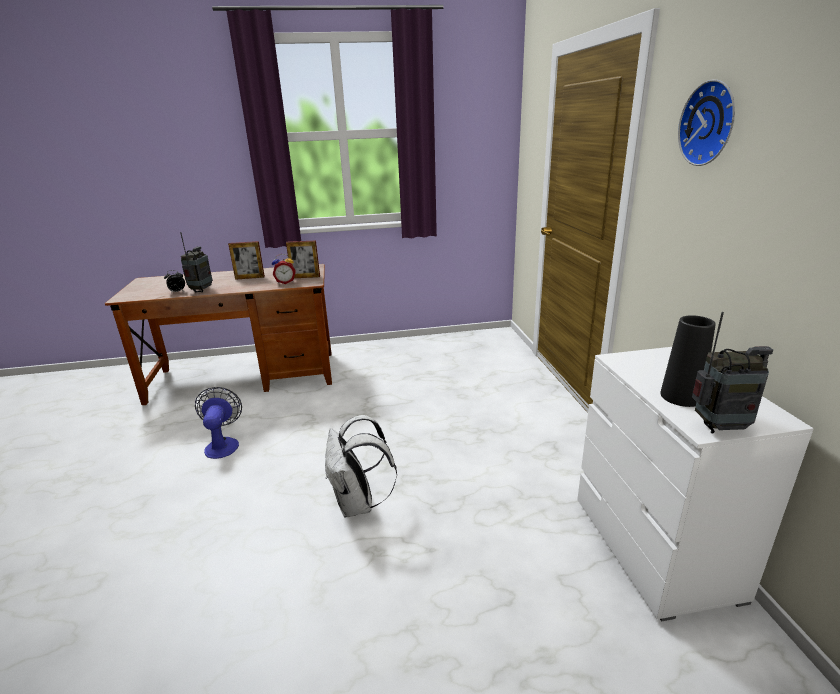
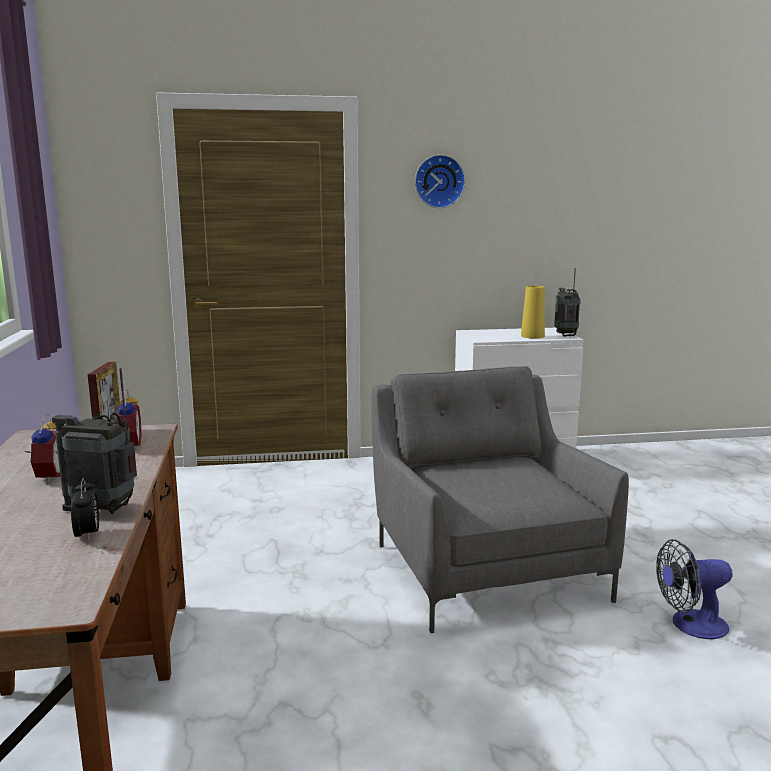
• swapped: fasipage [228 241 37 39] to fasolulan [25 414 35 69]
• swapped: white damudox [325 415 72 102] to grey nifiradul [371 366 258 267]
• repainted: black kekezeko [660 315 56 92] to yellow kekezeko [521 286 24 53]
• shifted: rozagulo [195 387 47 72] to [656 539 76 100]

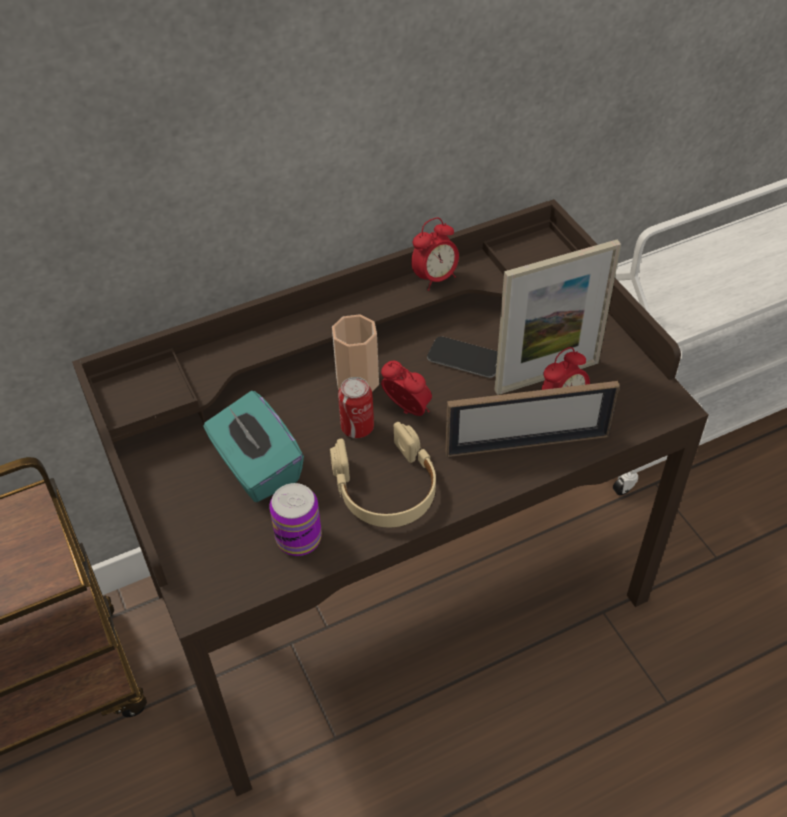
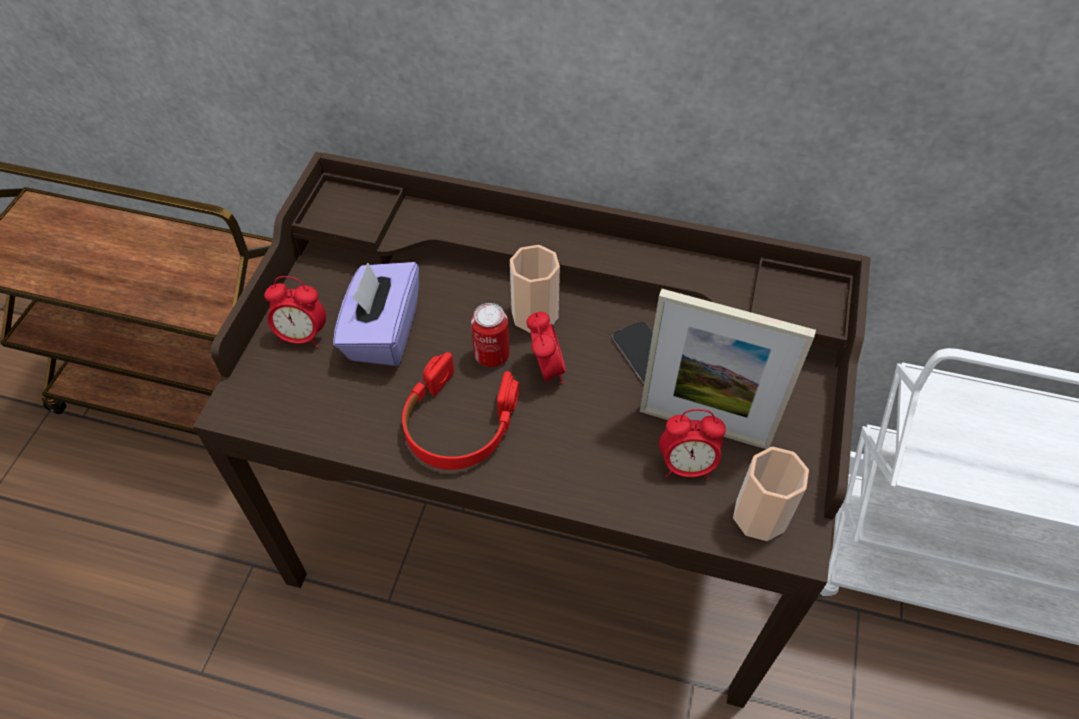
• shifted: fasolulan [411 218 48 73] to [264 276 62 72]
• repainted: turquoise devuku [203 391 101 111] to purple devuku [333 262 86 104]
• repainted: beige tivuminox [330 422 106 105] to red tivuminox [402 352 117 118]
• new: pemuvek [733 447 76 94]
• gone: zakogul [269 483 53 73]
• gone: fasipage [446 381 174 76]

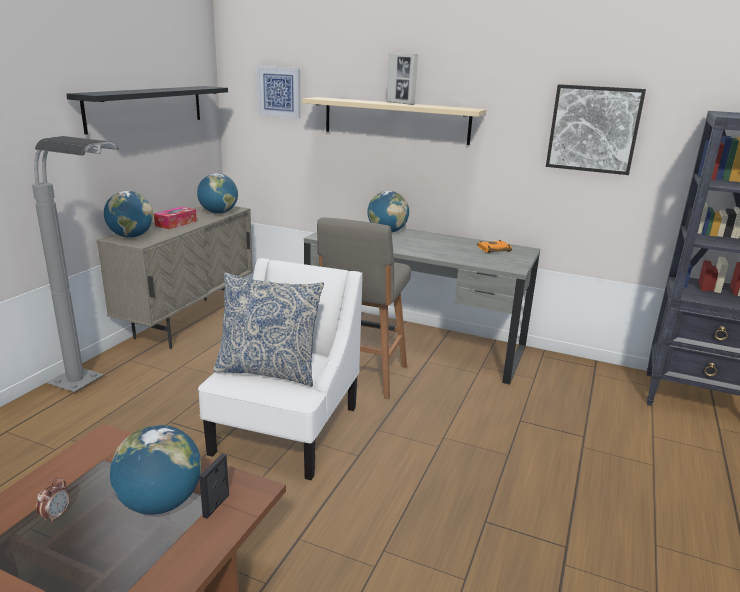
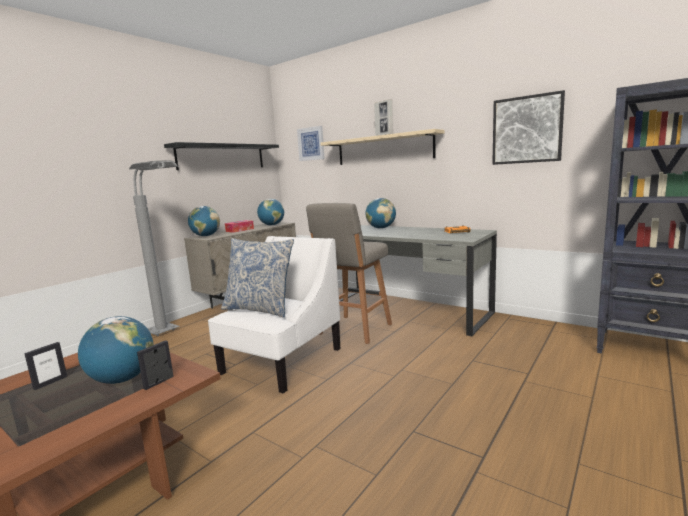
• swapped: fasolulan [36 477 34 47] to fasipage [24 342 43 48]

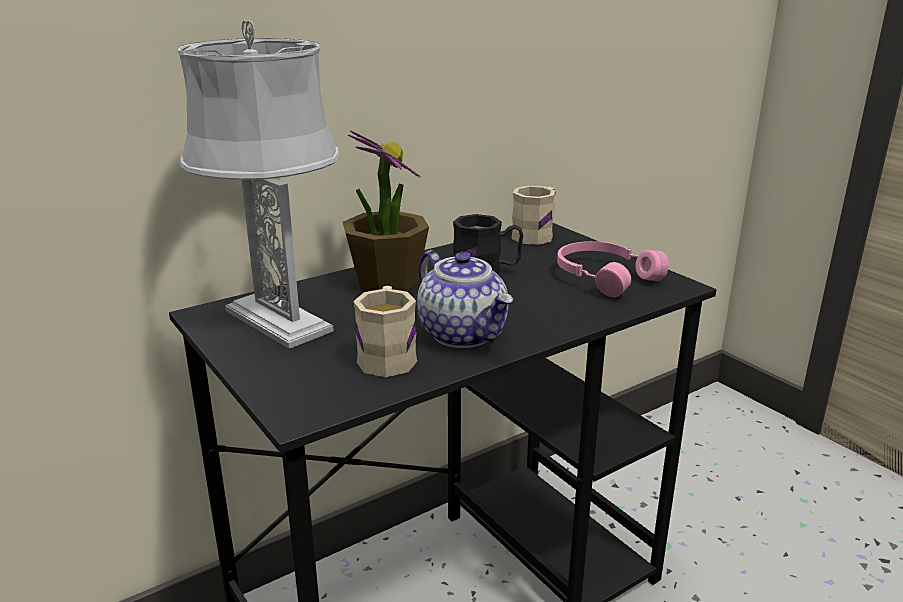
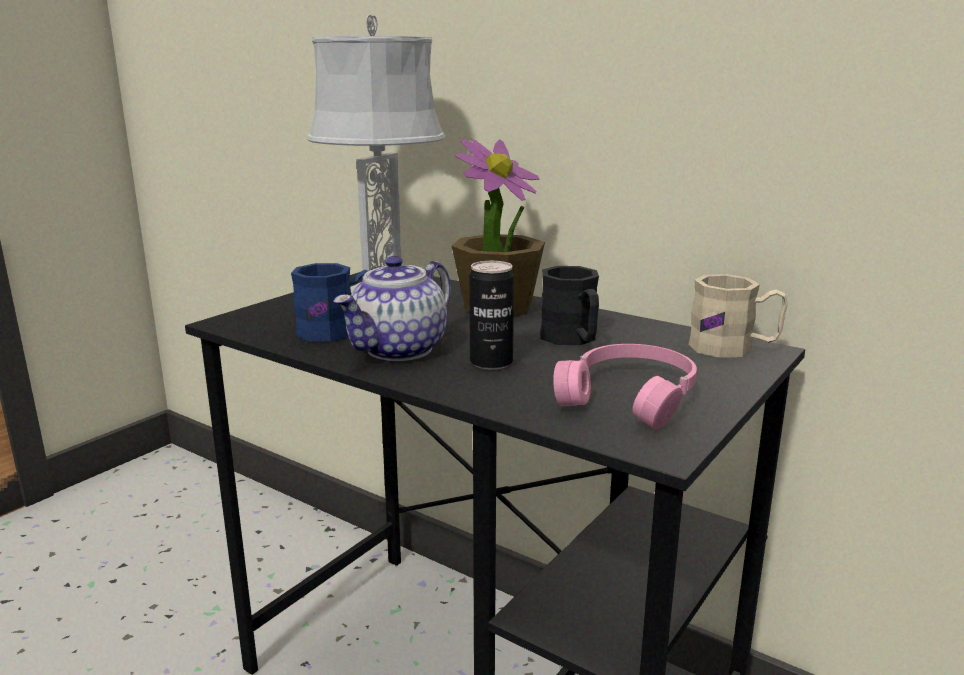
• repainted: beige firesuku [353 286 64 91] to blue firesuku [291 263 77 79]
• new: zakogul [469 261 45 109]

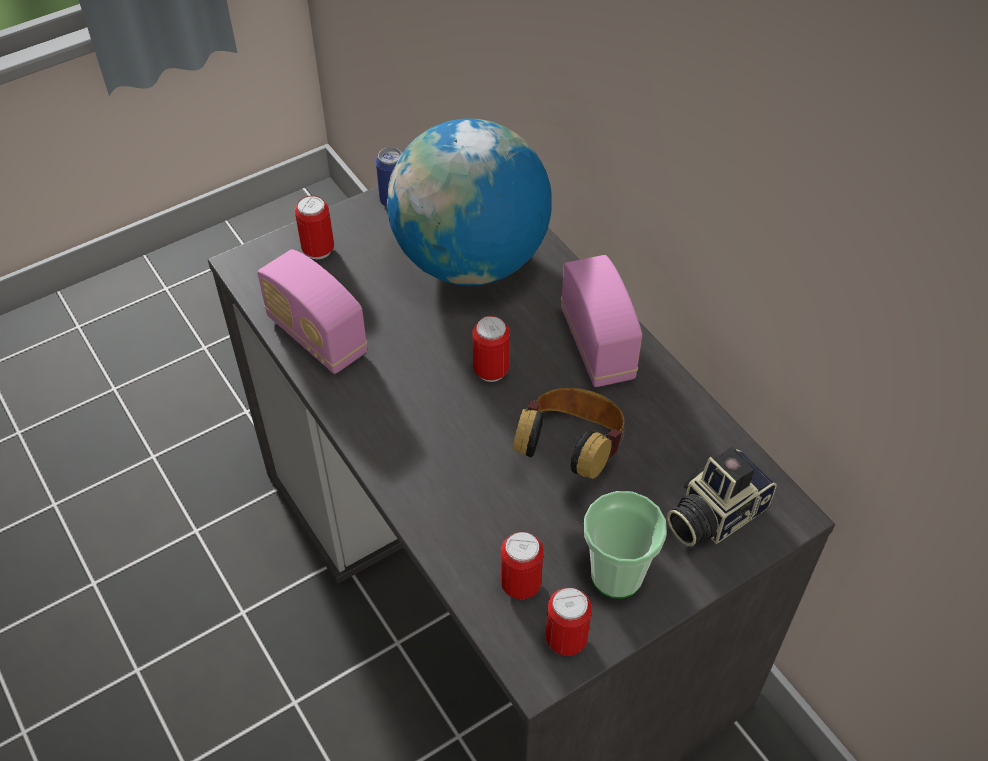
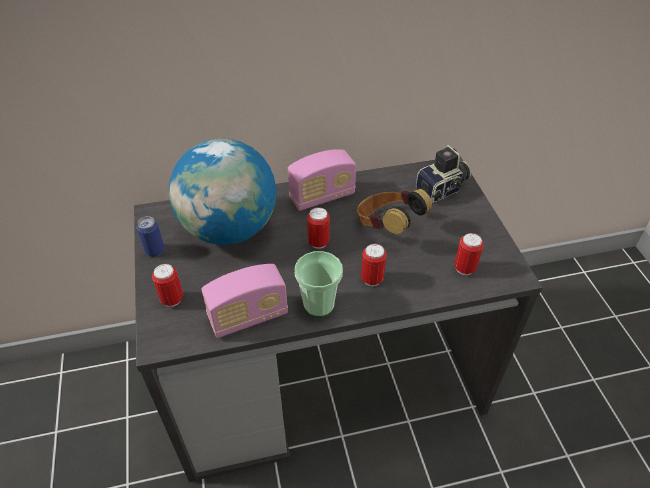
• rotated: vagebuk [561 255 81 132] = [288 149 68 62] 150 degrees clockwise
• shifted: pemuvek [584 491 83 108] to [295 251 48 66]
• shifted: zakogul [545 587 47 69] to [361 244 26 42]
• rotated: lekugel [667 447 110 99] = [416 145 55 58] 105 degrees counterclockwise

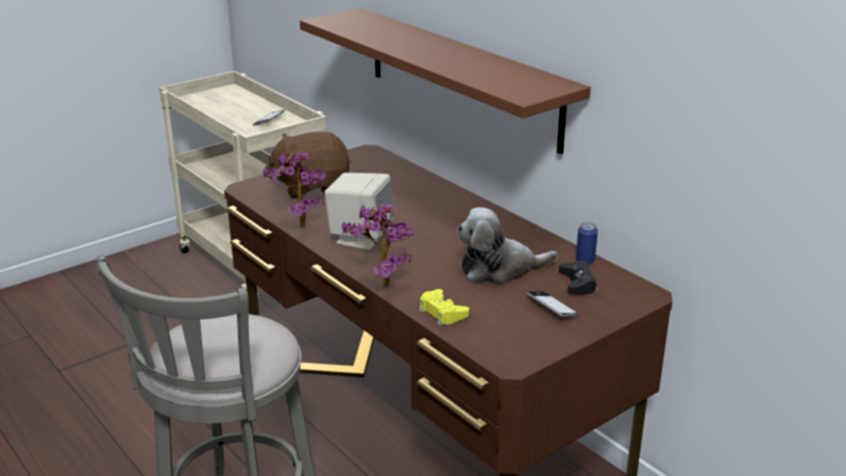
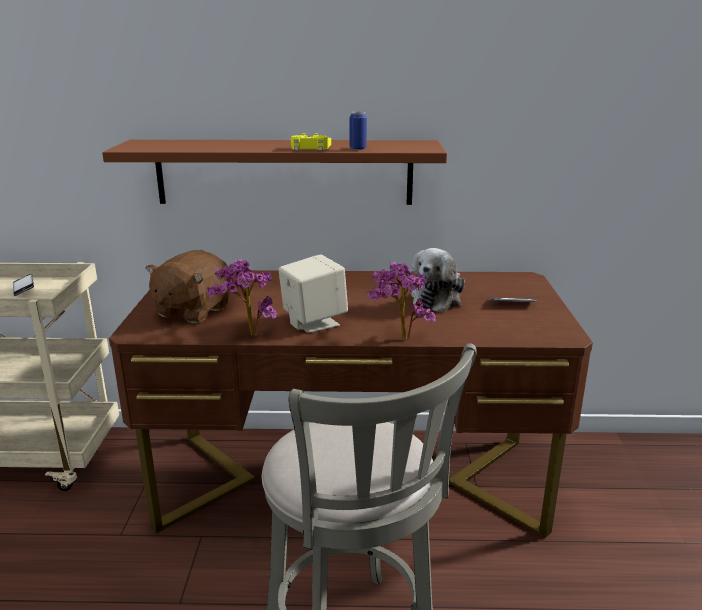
• shifted: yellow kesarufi [419 289 50 36] to [291 133 40 18]
• shifted: zakogul [576 222 22 42] to [350 111 17 39]
• gone: black kesarufi [559 261 38 33]

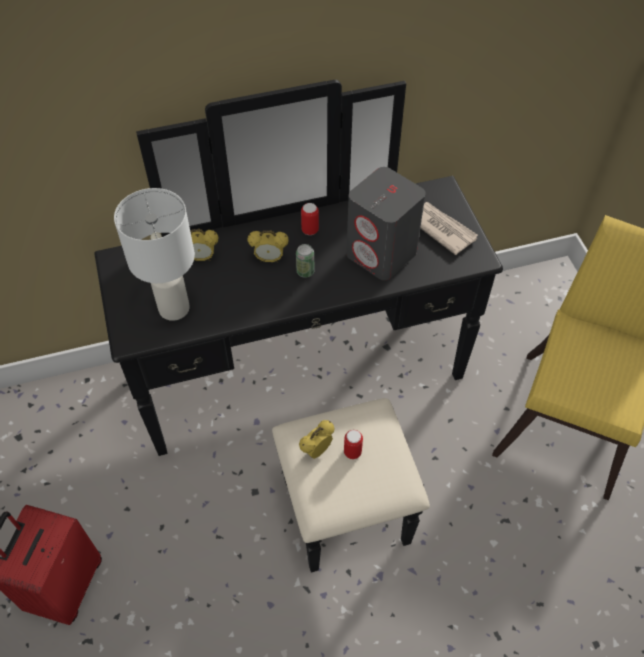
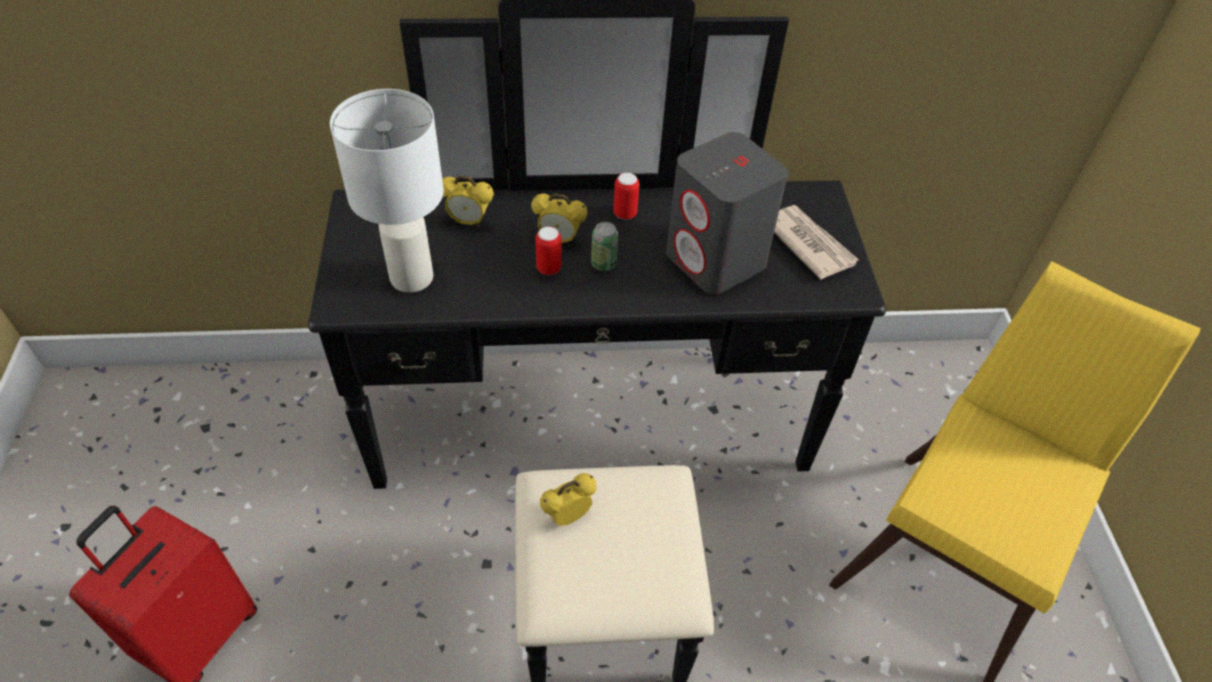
• shifted: zakogul [344 430 19 29] to [535 226 27 49]

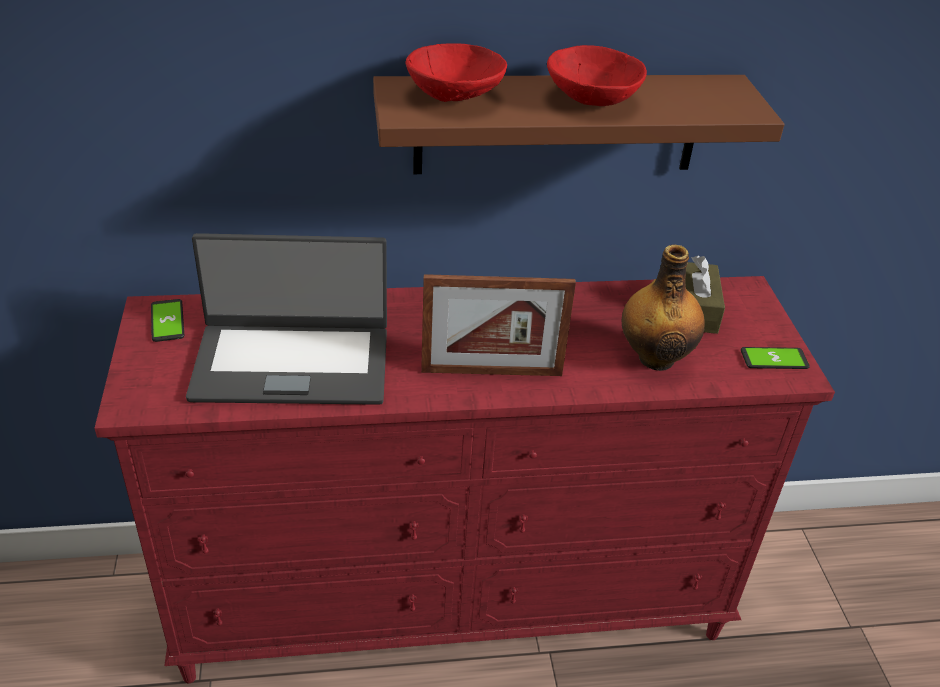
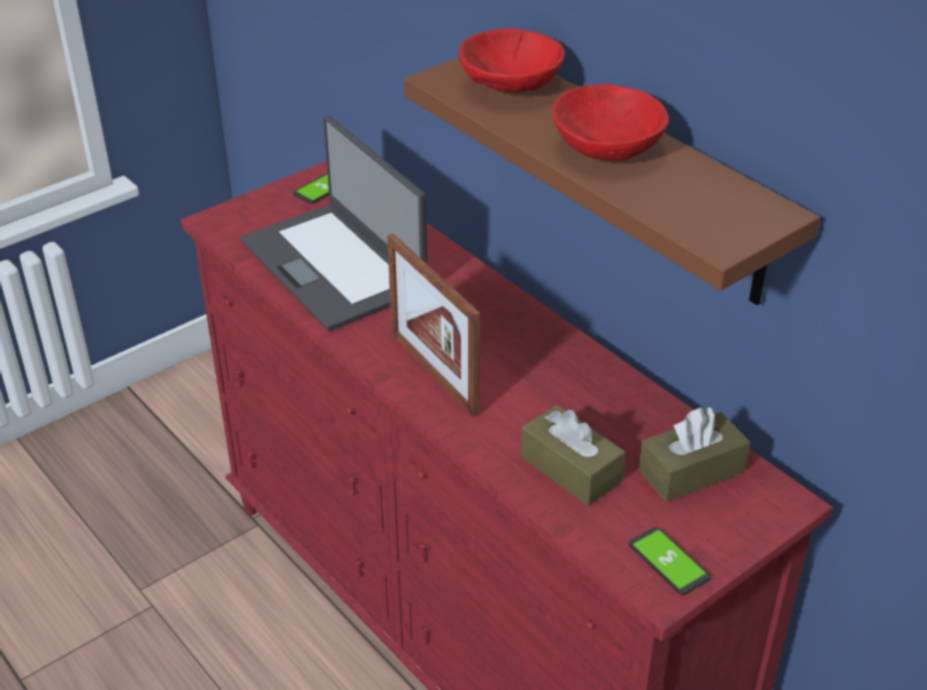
• swapped: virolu [622 245 83 126] to brown devuku [521 405 105 101]

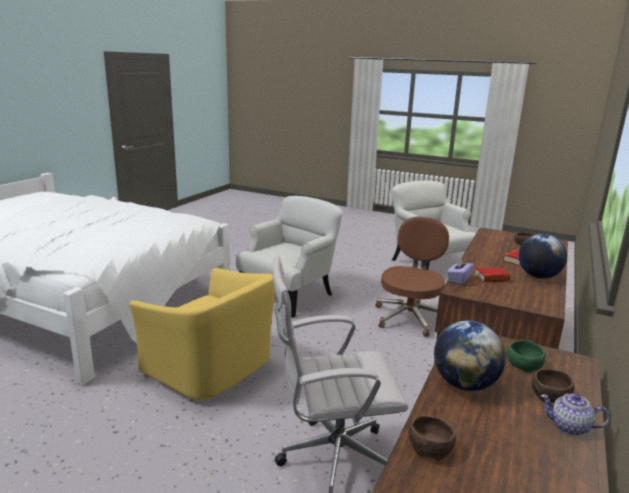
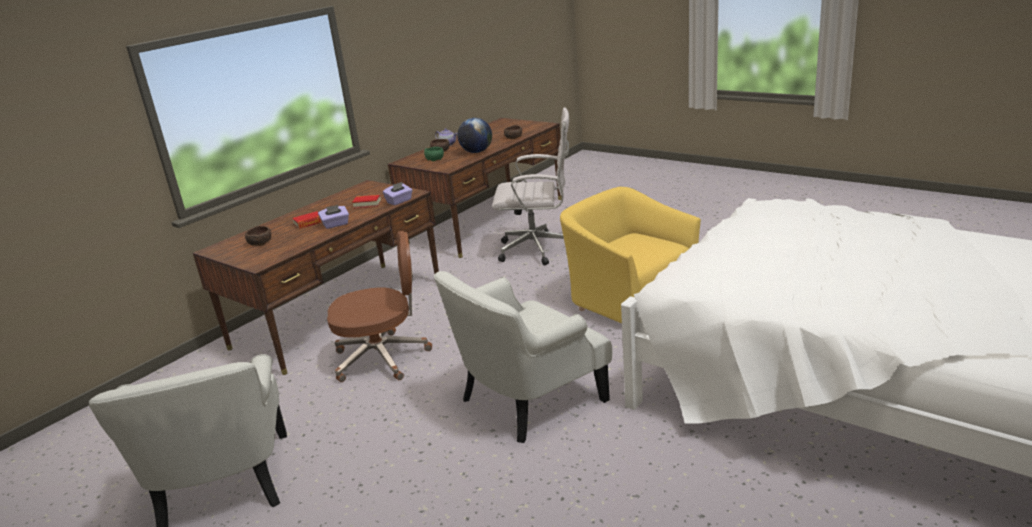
• new: purple devuku [318 205 31 24]
• rotated: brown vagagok [375 217 74 120] = [327 231 105 151] 135 degrees counterclockwise
• gone: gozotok [519 234 48 45]

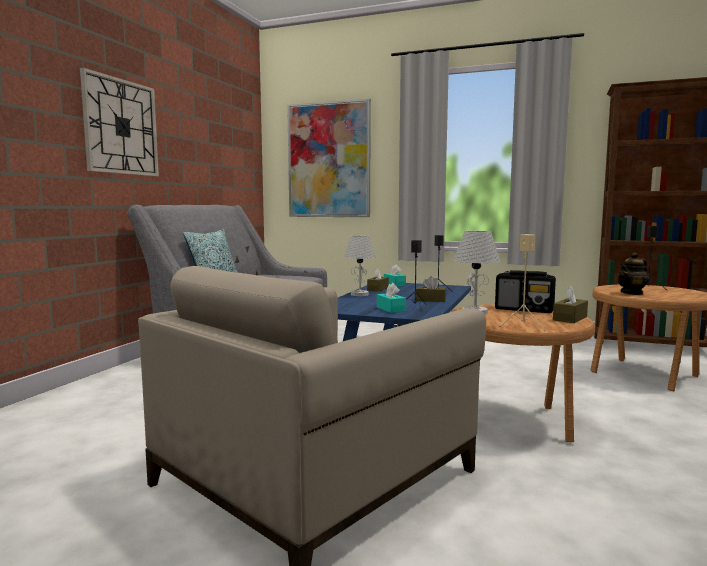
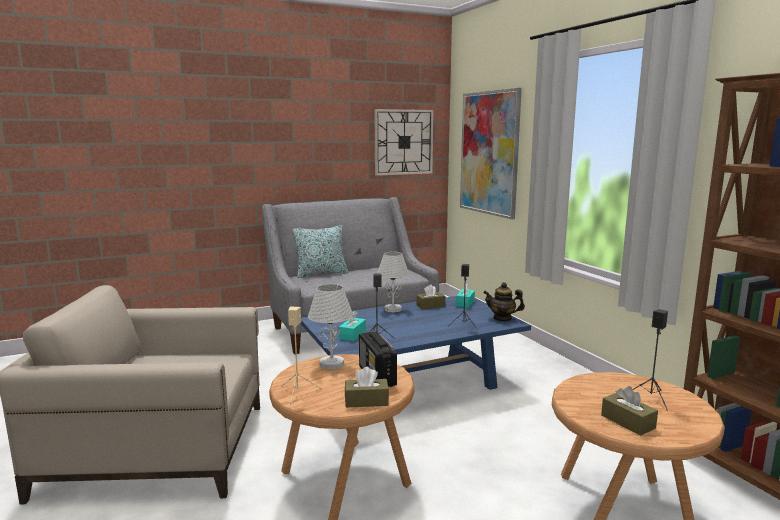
• shifted: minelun [80 68 79 108] to [374 109 60 67]
• shifted: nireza [617 252 32 43] to [483 282 42 40]
• shifted: brown devuku [416 276 30 26] to [601 386 57 49]

